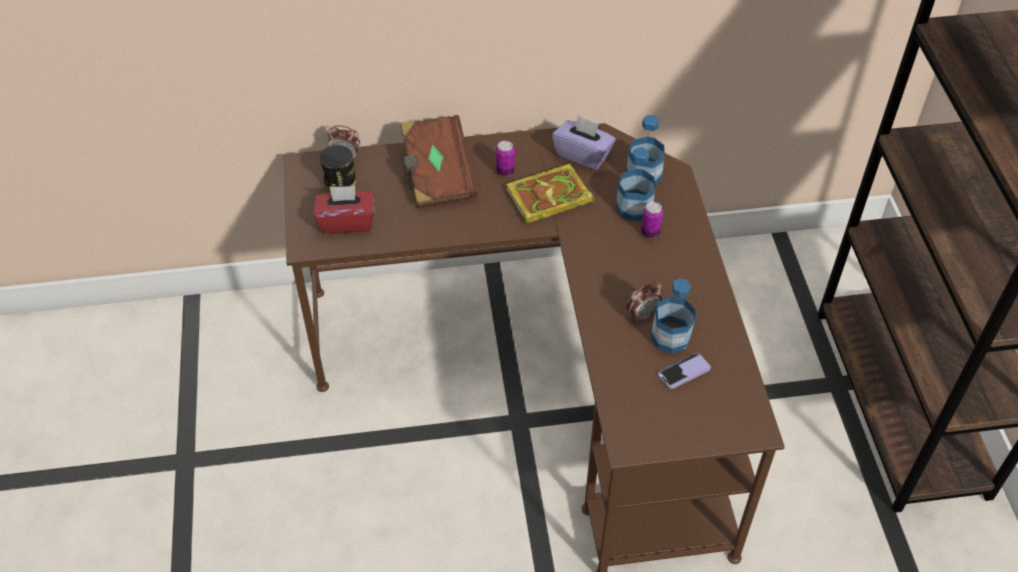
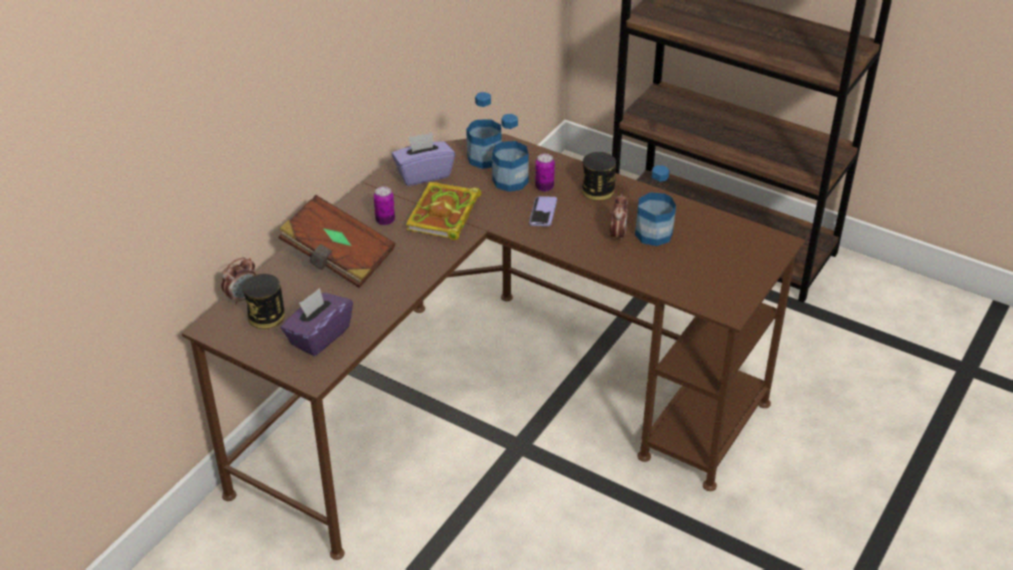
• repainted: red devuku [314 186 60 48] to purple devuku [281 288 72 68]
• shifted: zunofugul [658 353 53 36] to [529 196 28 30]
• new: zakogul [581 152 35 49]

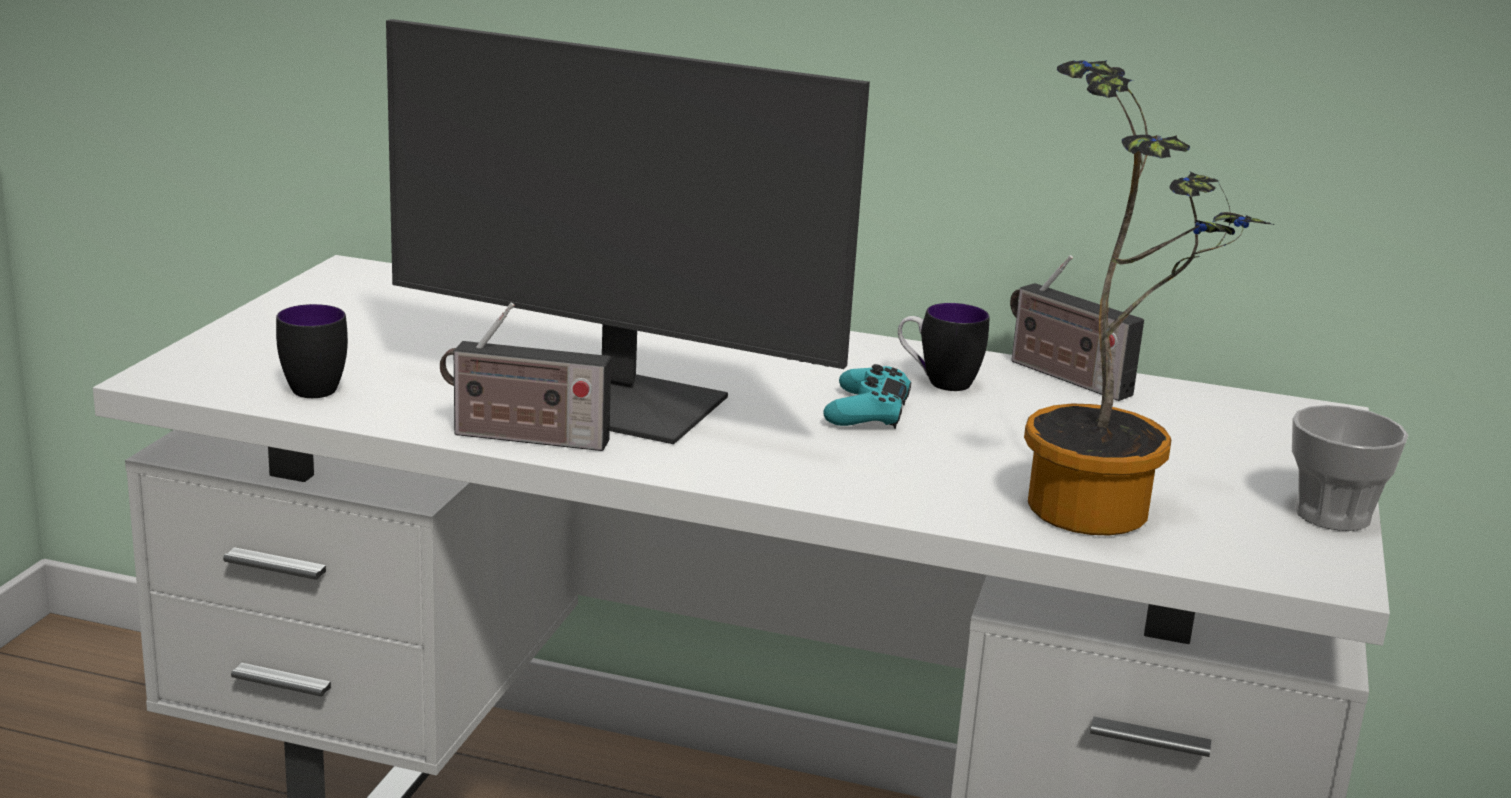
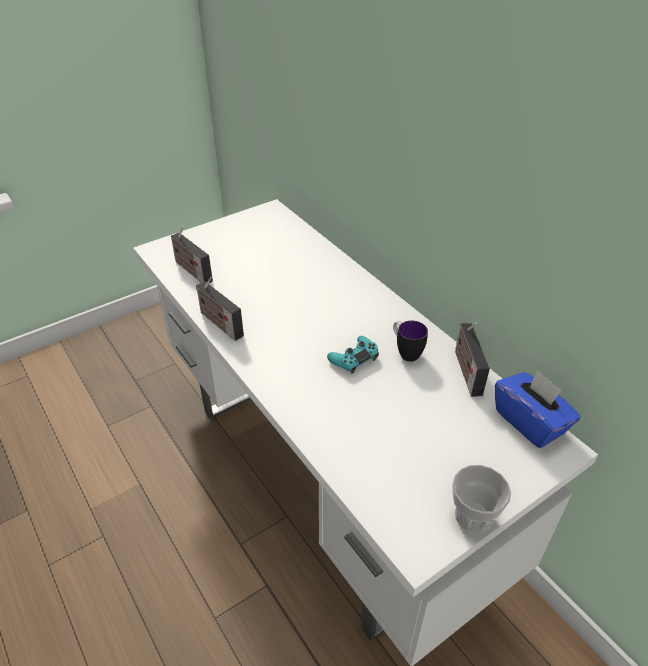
• swapped: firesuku [276 304 72 94] to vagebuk [171 226 42 57]
• new: blue devuku [495 370 85 78]
• gone: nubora [386 19 484 425]
• gone: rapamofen [1024 60 250 475]

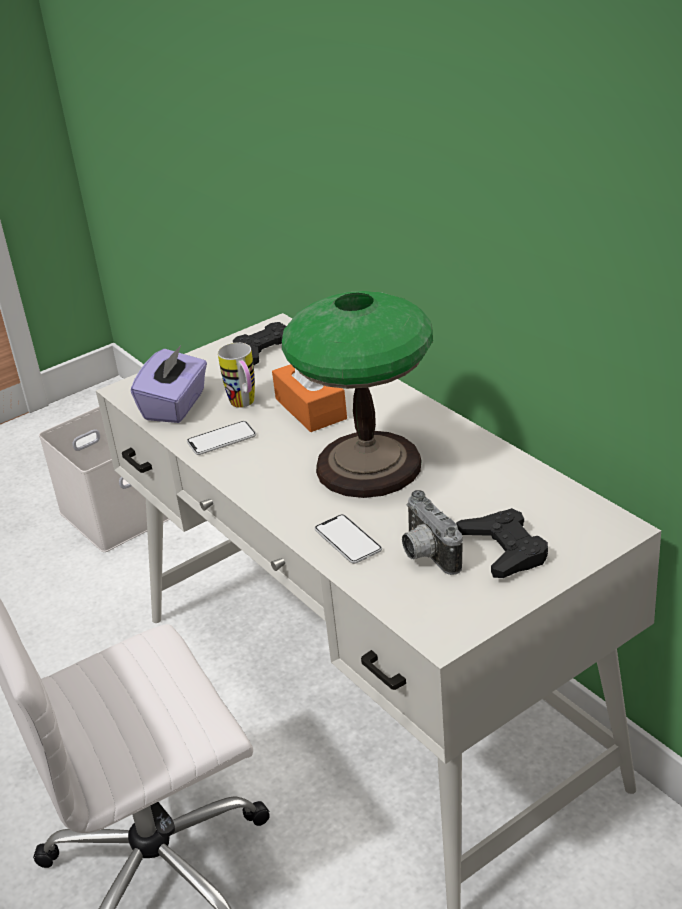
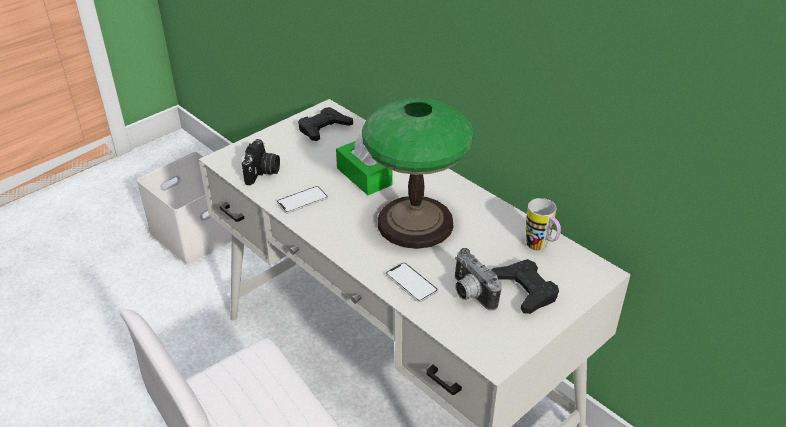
• swapped: purple devuku [131 345 76 78] to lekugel [242 139 38 46]
• repainted: orange devuku [272 364 75 68] to green devuku [336 134 57 61]
• shifted: firesuku [218 343 37 65] to [526 198 35 53]

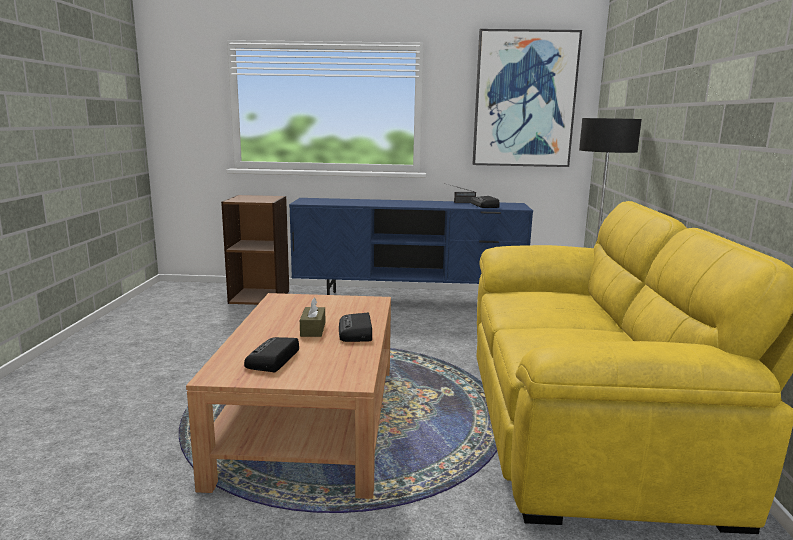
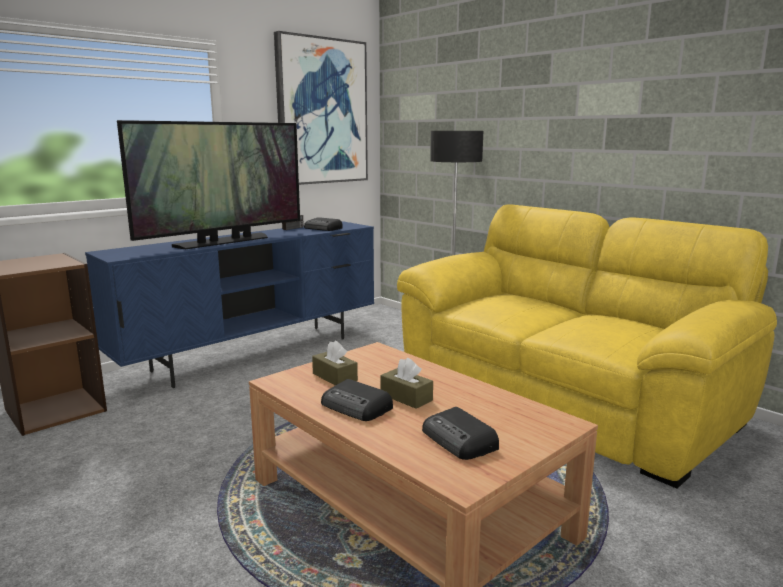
• new: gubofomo [117 120 183 129]
• new: brown devuku [312 341 46 44]
• shifted: vagebuk [339 313 33 29] to [321 379 72 42]

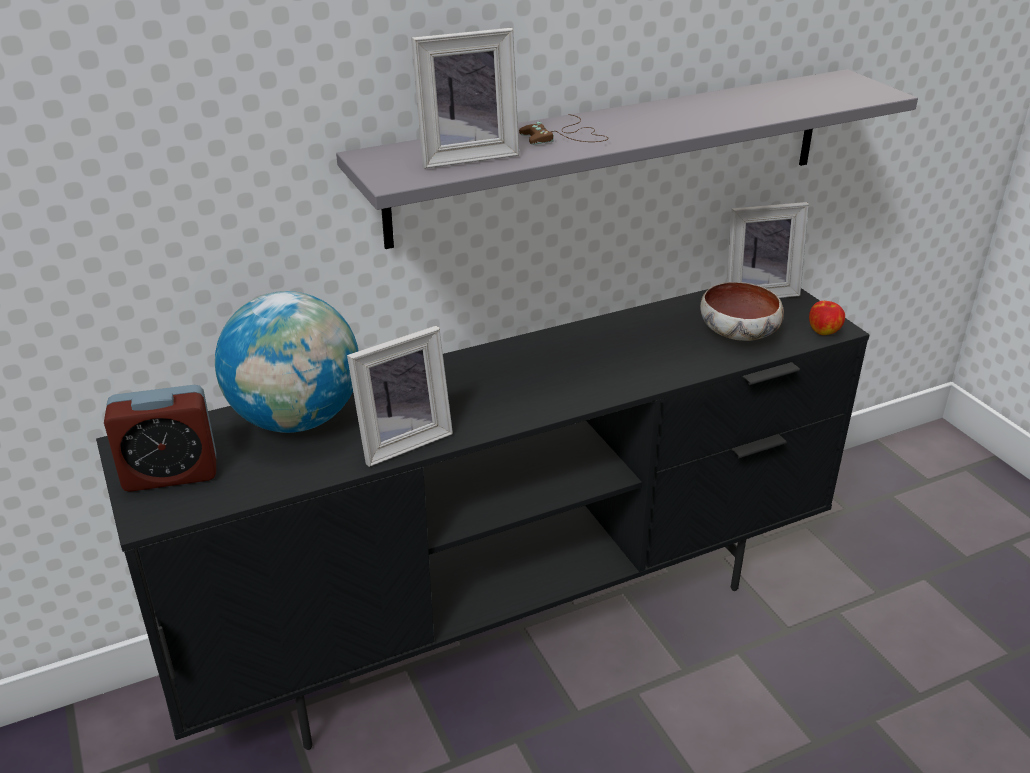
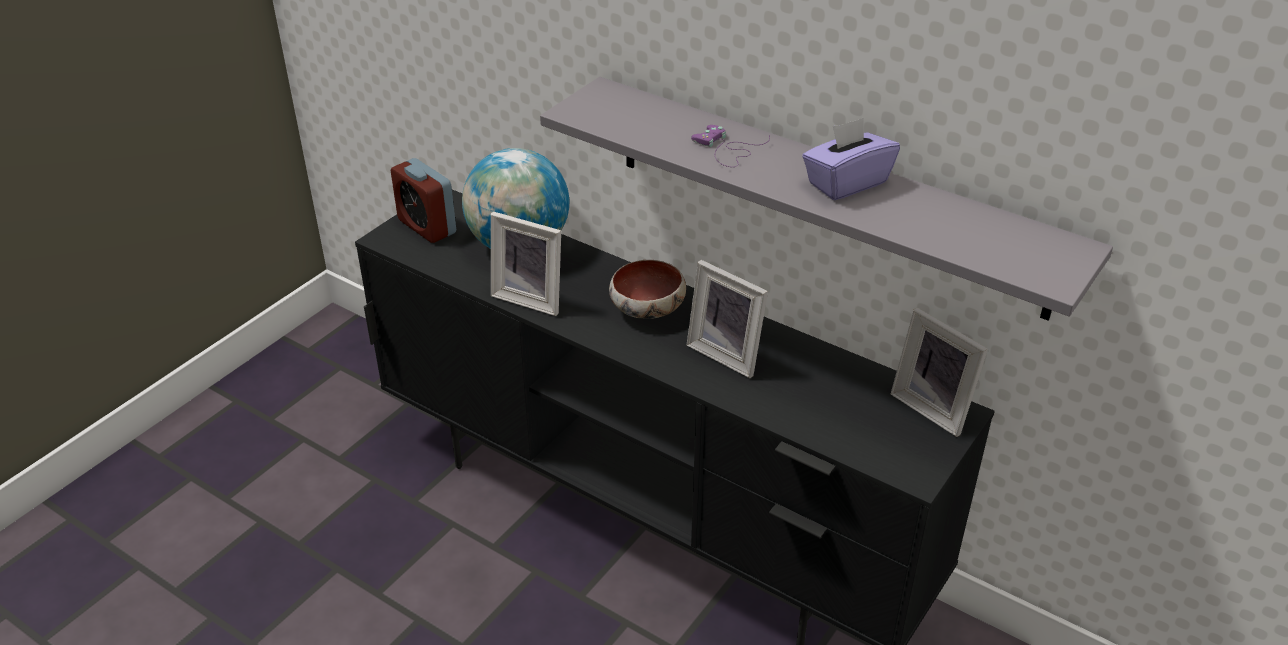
• shifted: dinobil [700 282 84 59] to [609 260 77 59]
• shifted: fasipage [411 28 108 140] to [687 260 81 118]
• repainted: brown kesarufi [519 114 89 31] to purple kesarufi [691 125 79 42]
• new: purple devuku [802 117 98 83]
• gone: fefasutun [809 301 36 34]

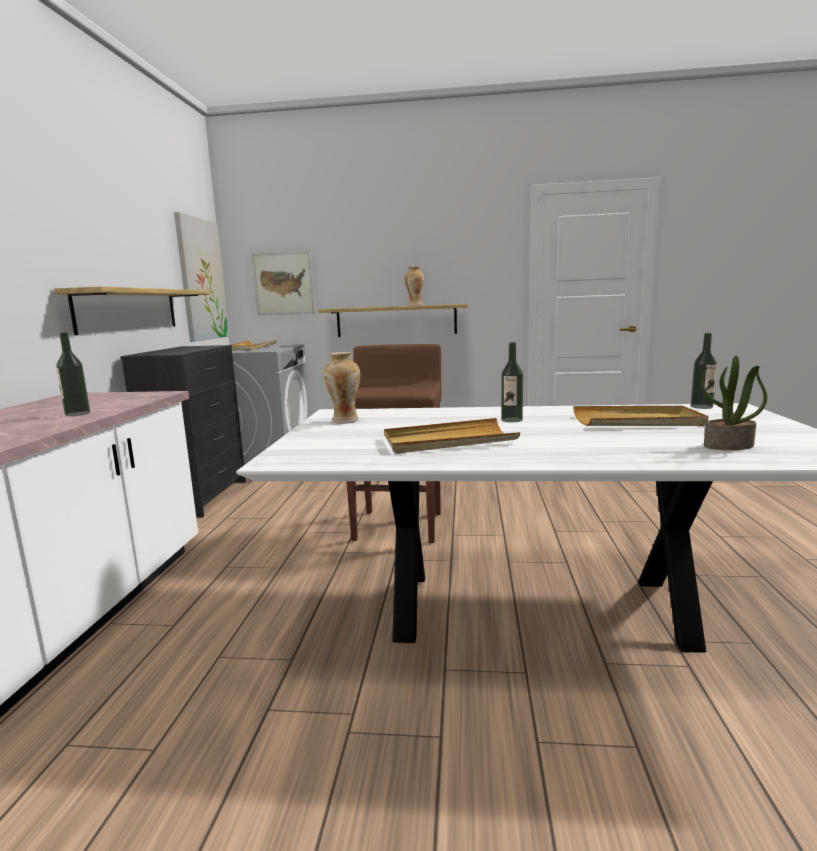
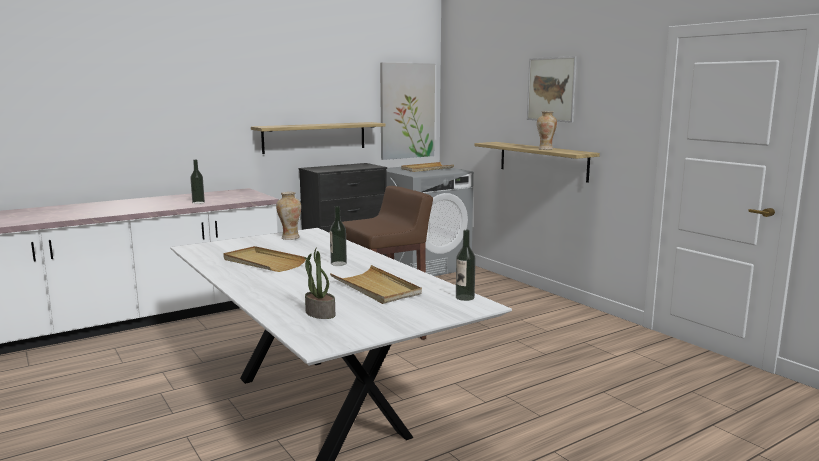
• shifted: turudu [251 251 64 64] to [527 56 50 67]

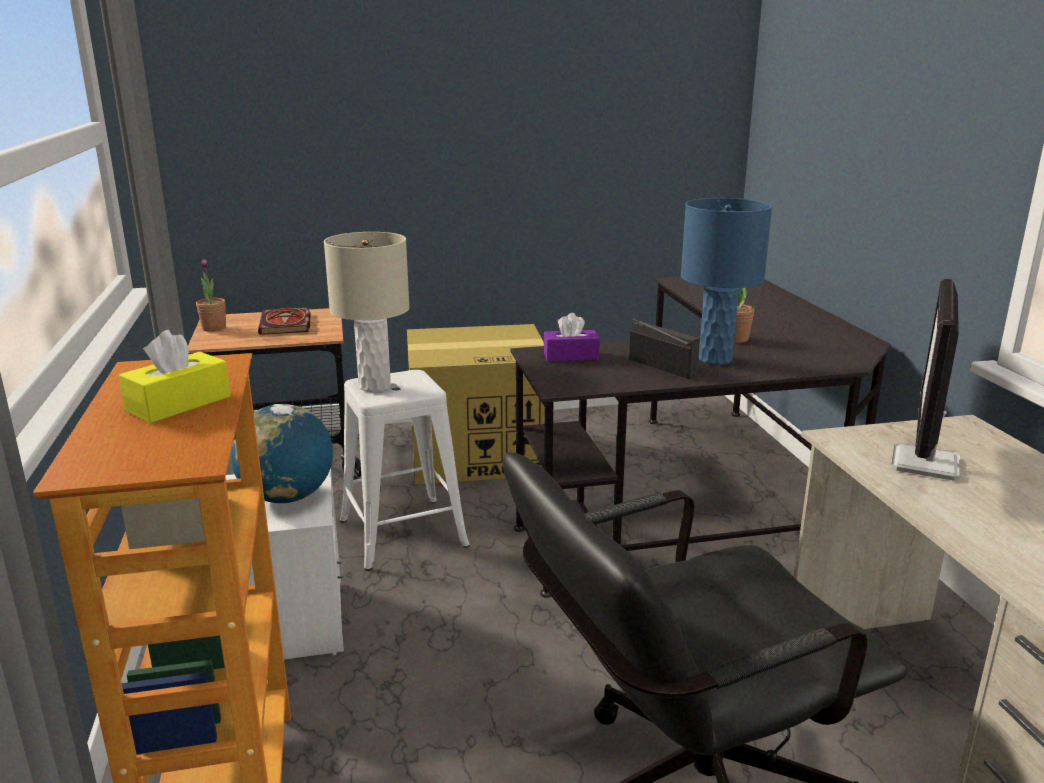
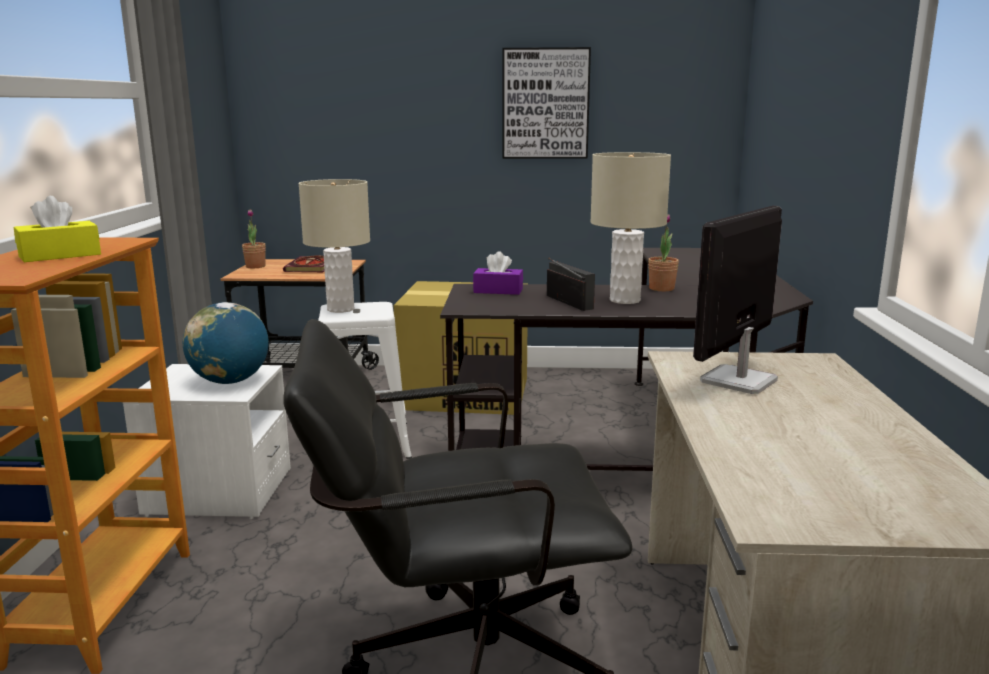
• new: turudu [502 47 89 112]
• repainted: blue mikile [681 198 91 167] to beige mikile [590 152 81 152]

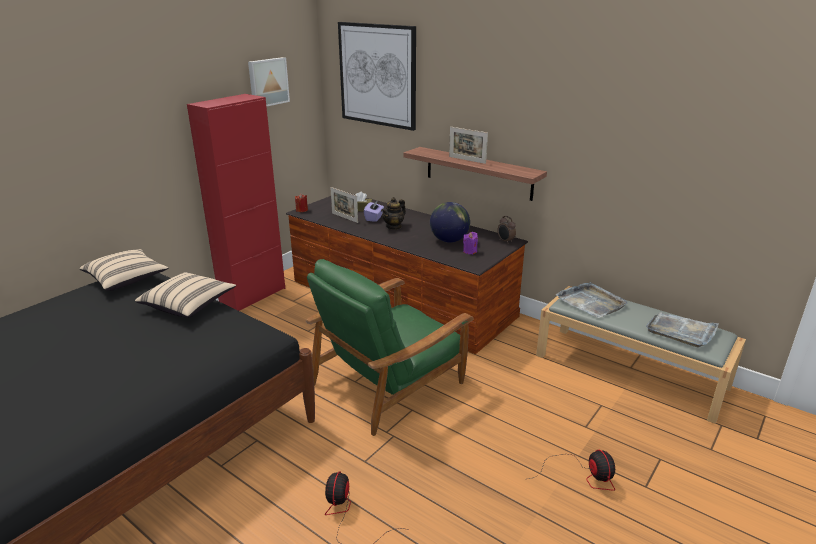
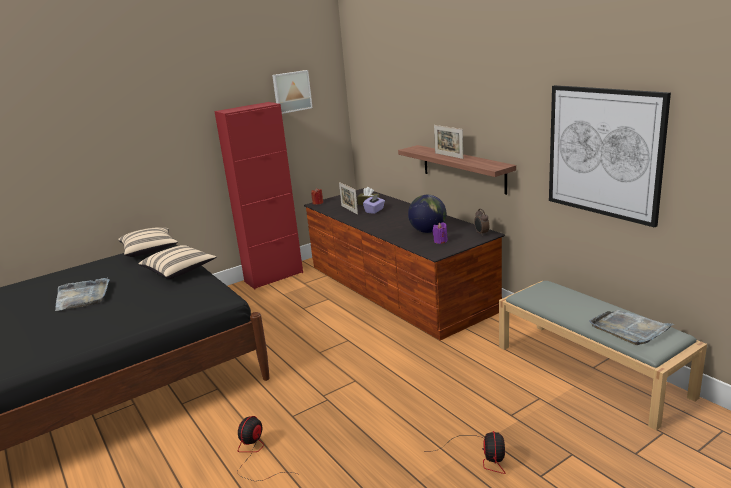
• shifted: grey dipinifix [556 282 71 36] to [55 277 55 34]
• shifted: turudu [338 22 78 109] to [549 85 122 143]
• gone: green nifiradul [306 259 168 177]
• gone: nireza [381 197 25 33]

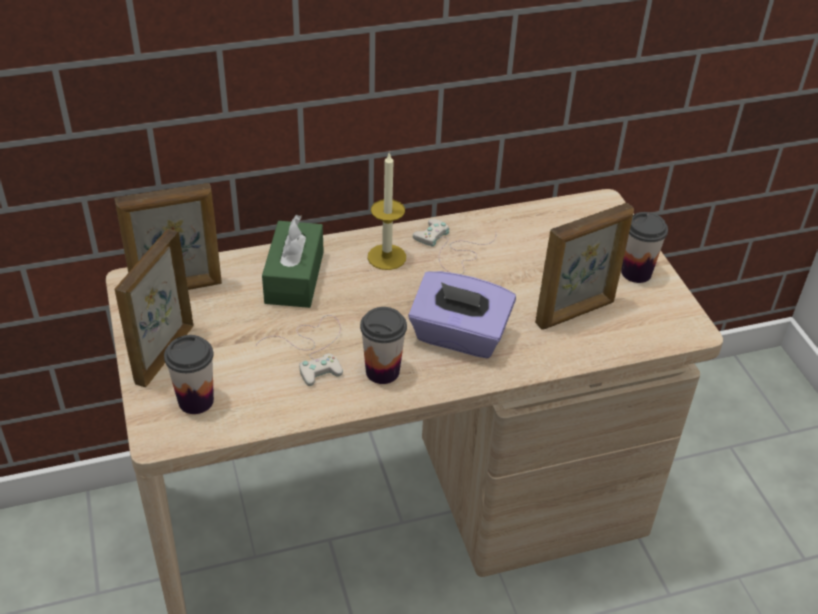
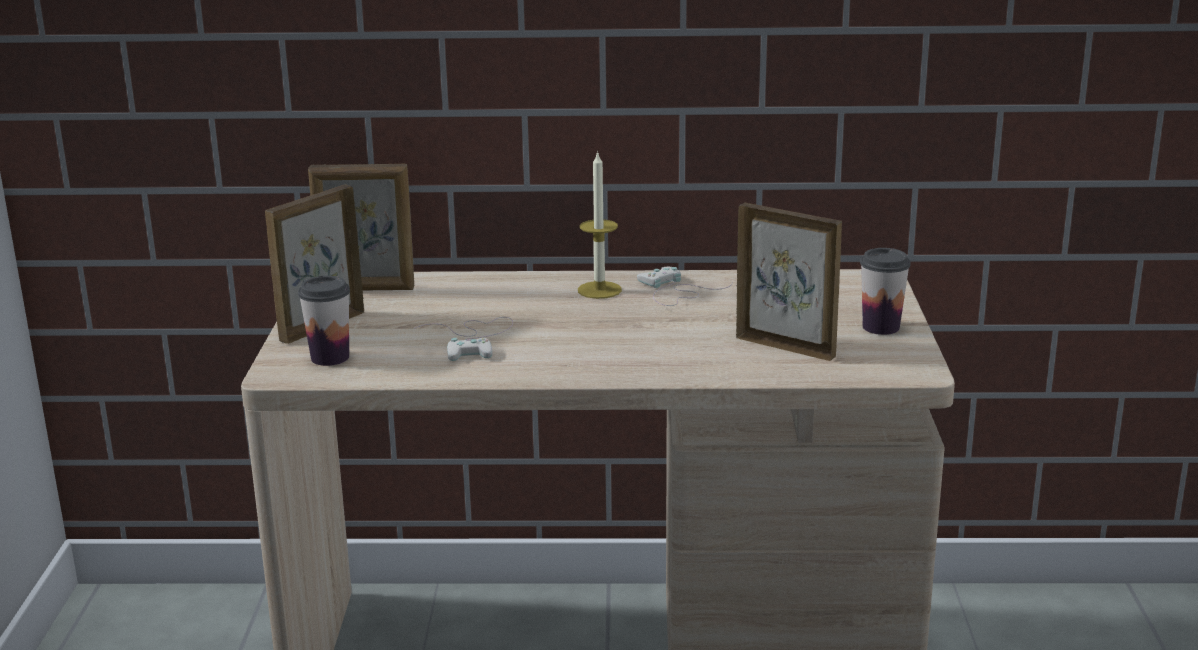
• rotated: fasipage [535 203 99 126] = [736 203 106 158] 135 degrees counterclockwise
• gone: green devuku [262 215 62 93]
• gone: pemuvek [360 307 47 77]
• gone: purple devuku [408 271 108 87]

